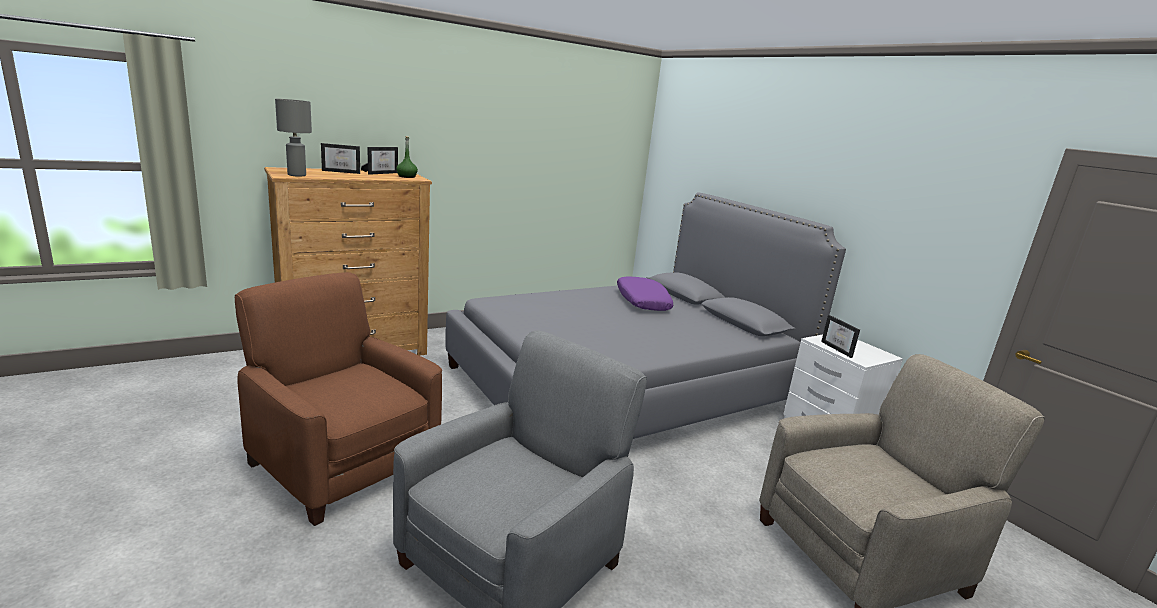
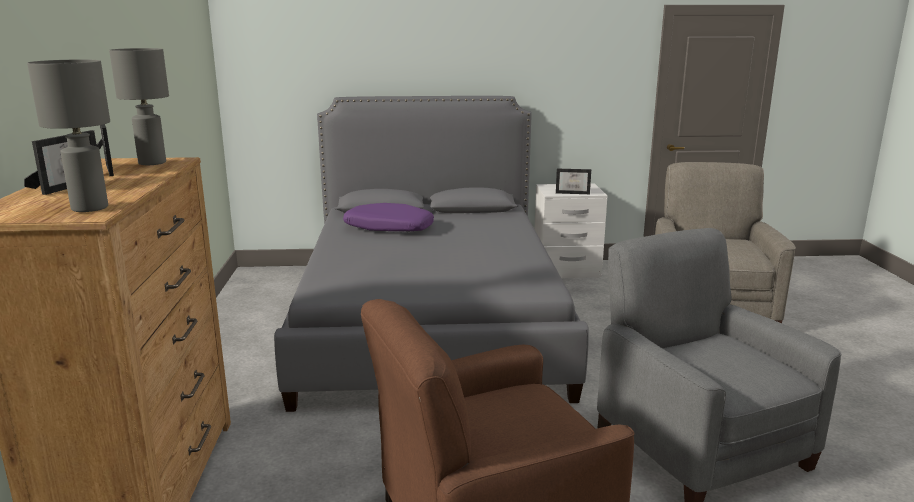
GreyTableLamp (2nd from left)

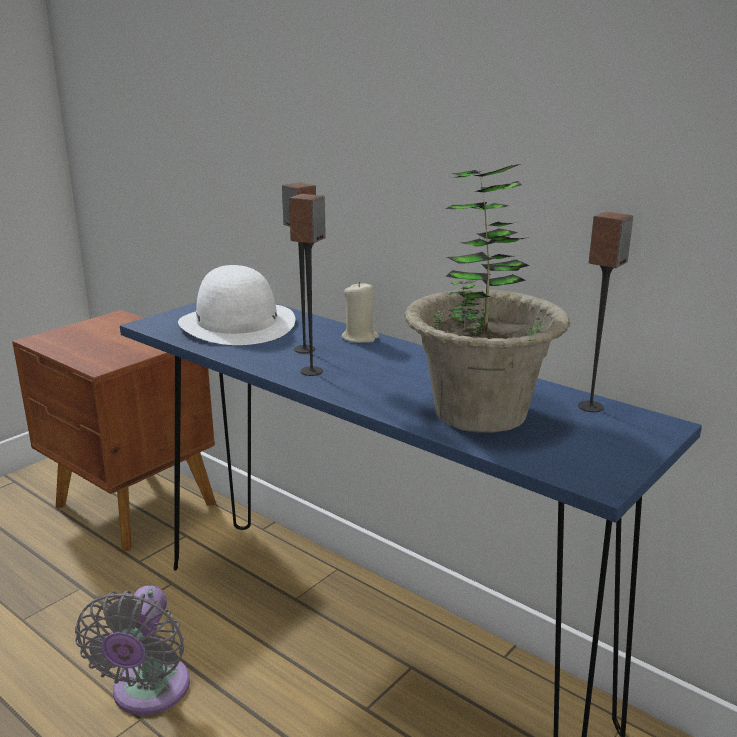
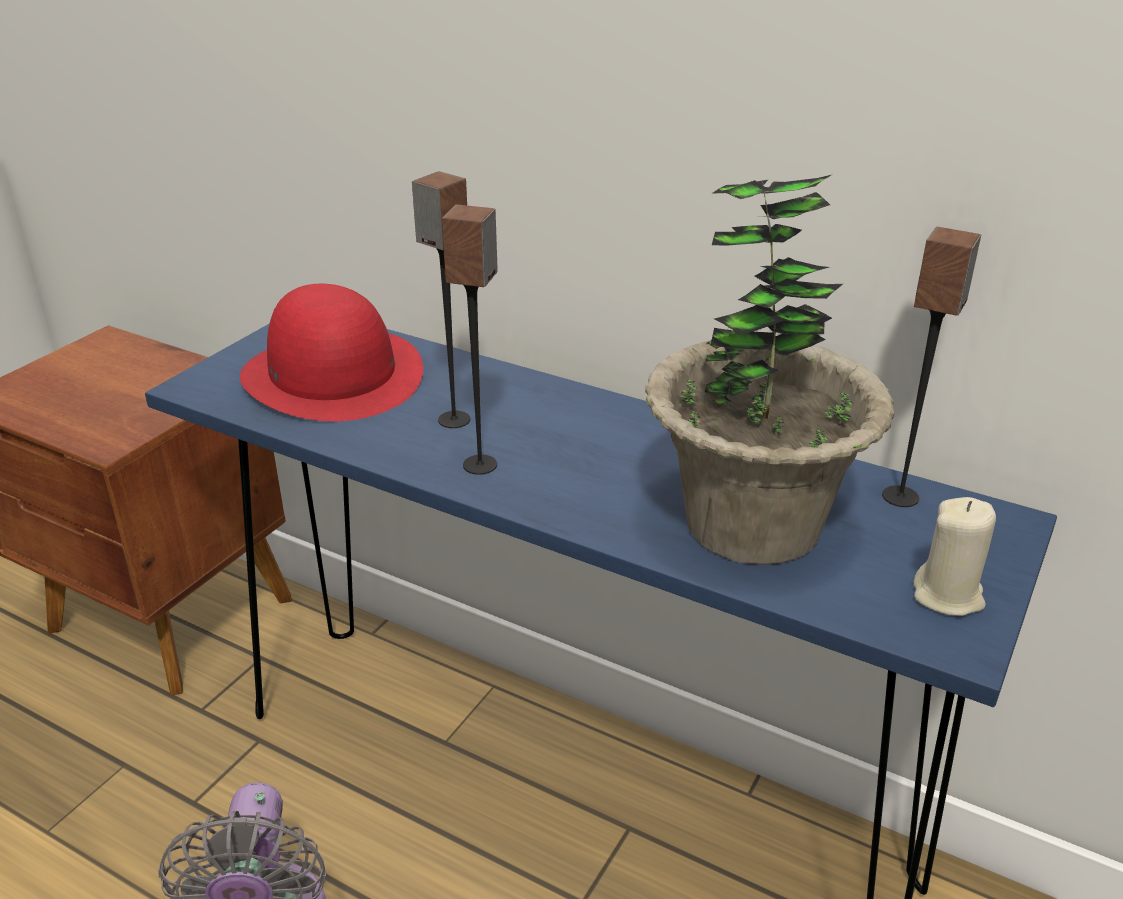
BeigeCandle
RedHat

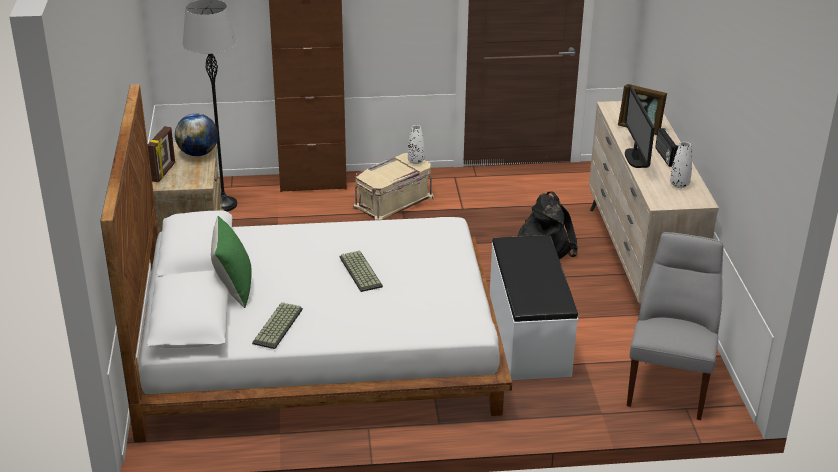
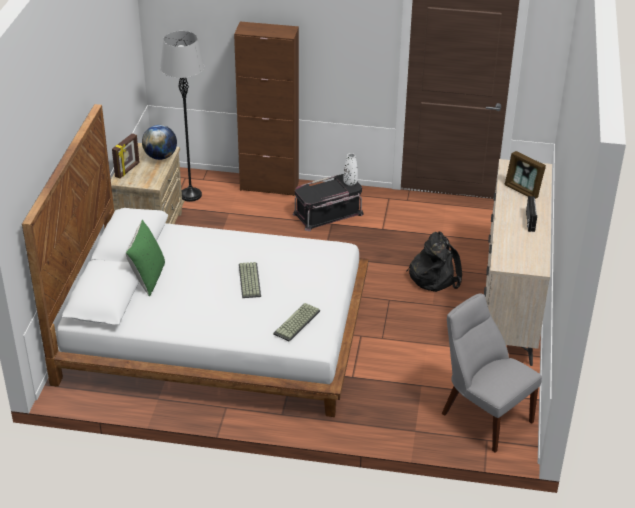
WhiteBench
Monitor
WhiteVase (2nd from left in the first image)
Keyboard (2nd from left)
BlackStorageBox
GreyChair

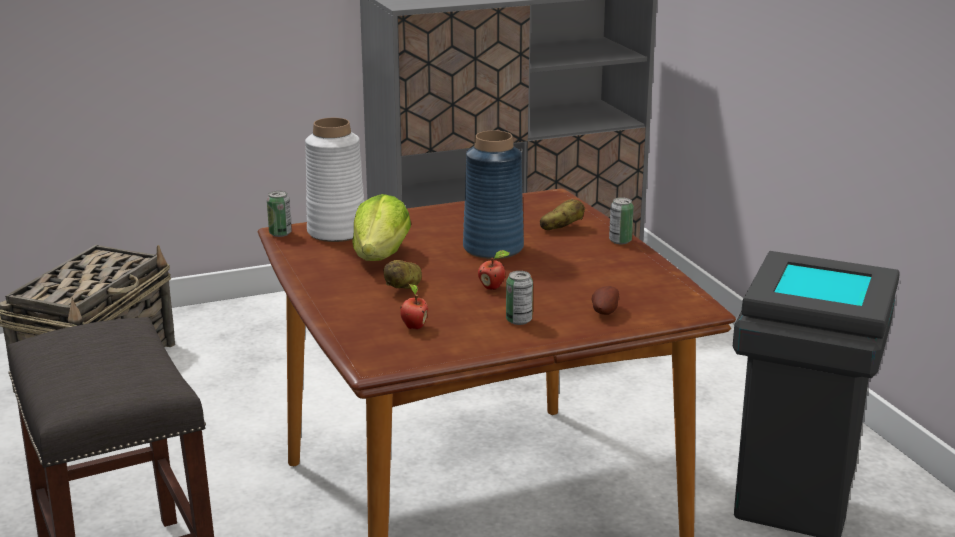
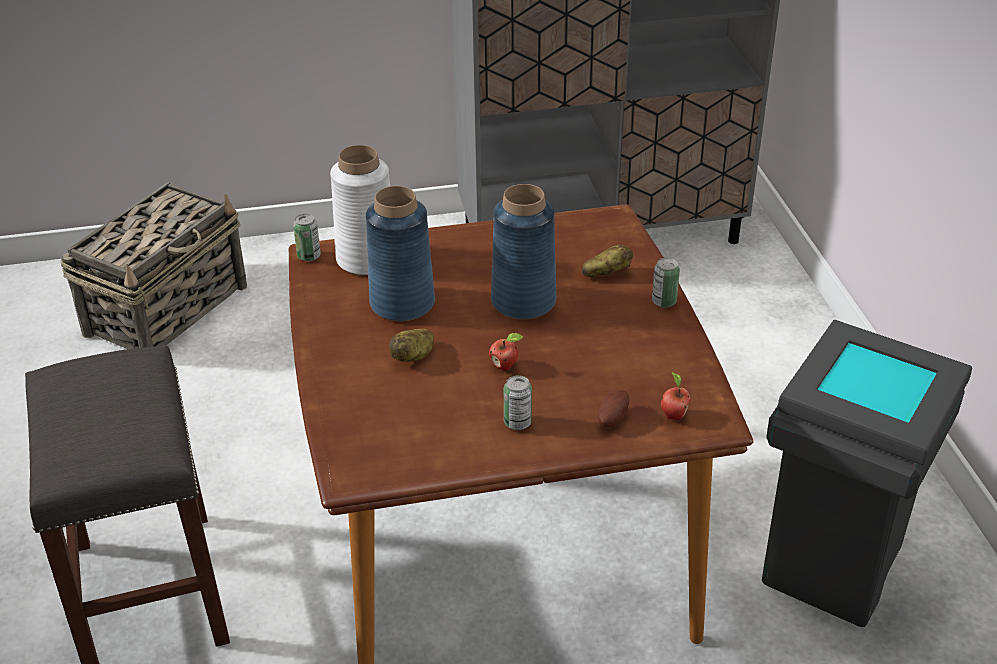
Apple (2nd from left)
BlueVase (1st from left)

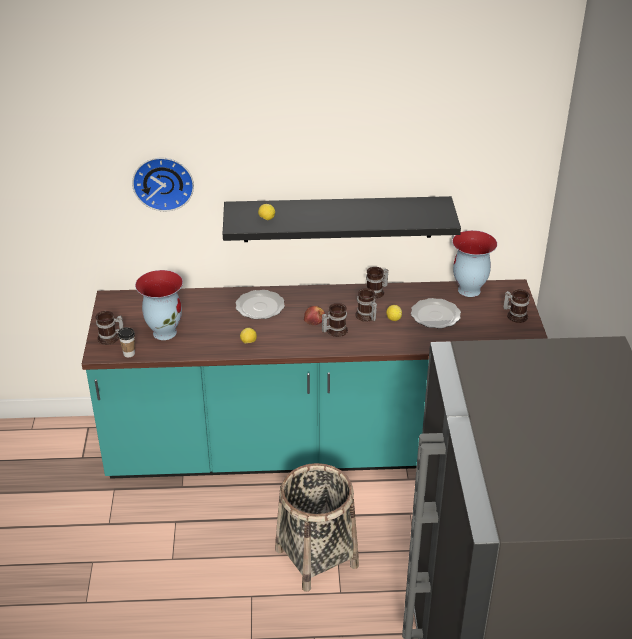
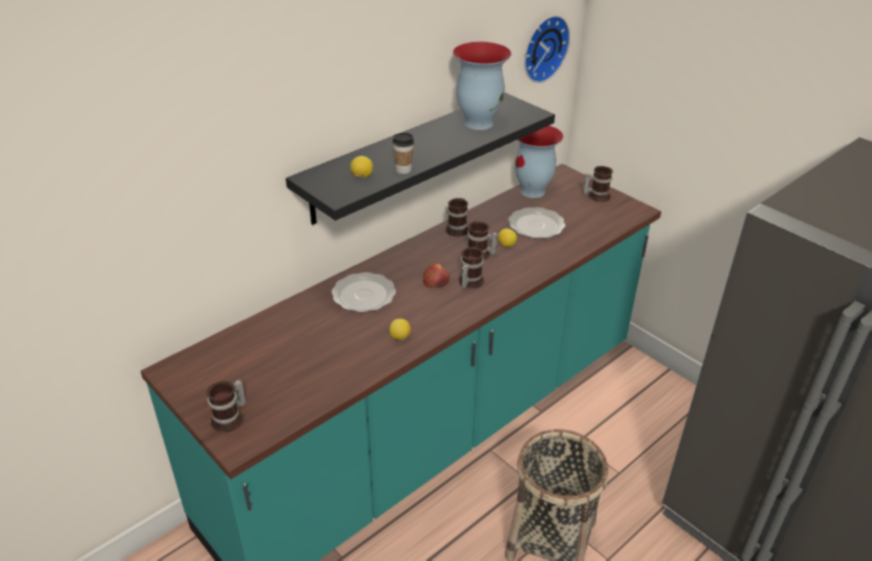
Cup
WallClock
Vase (1st from left)

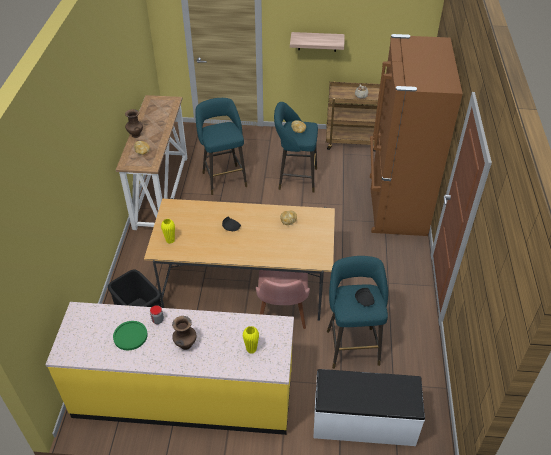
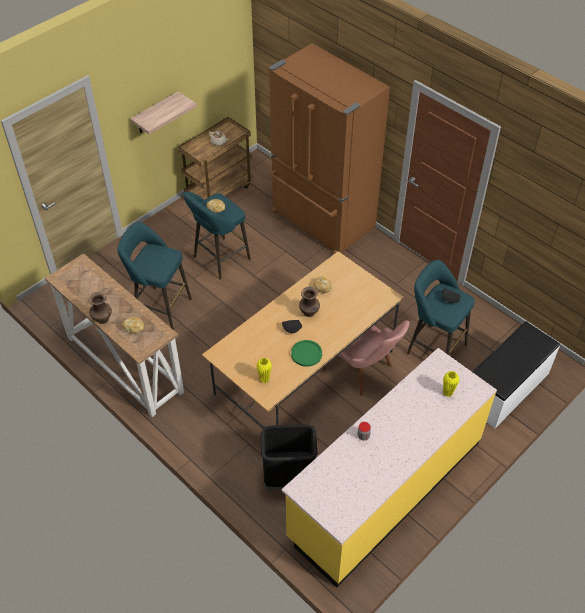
GreenPlate
BrownVase (2nd from left)

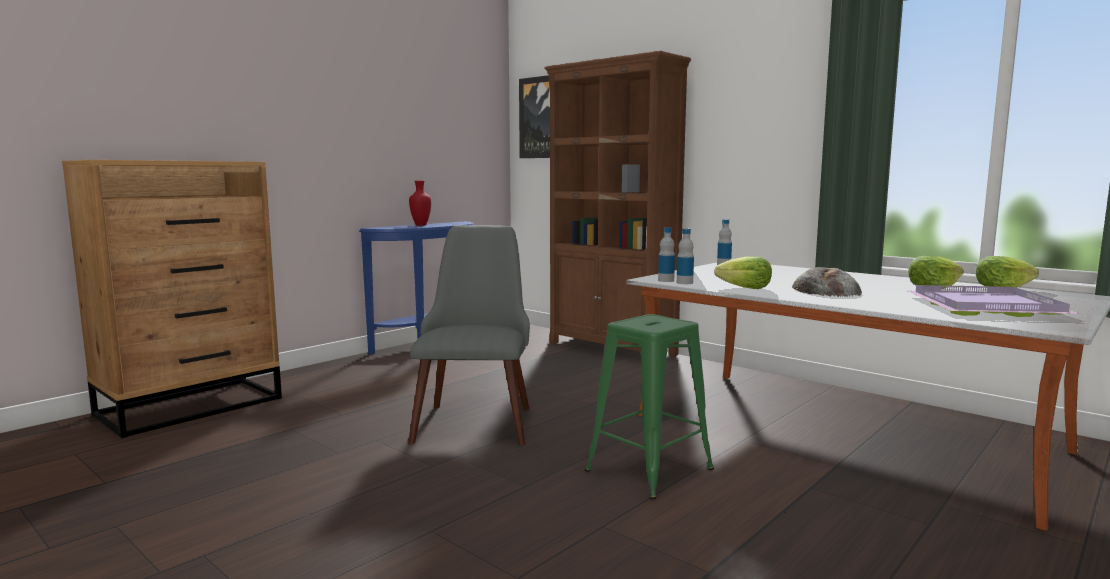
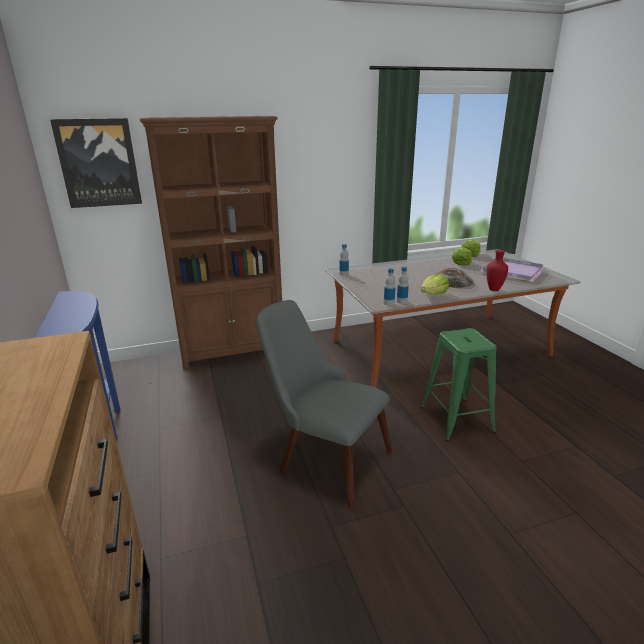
RedVase

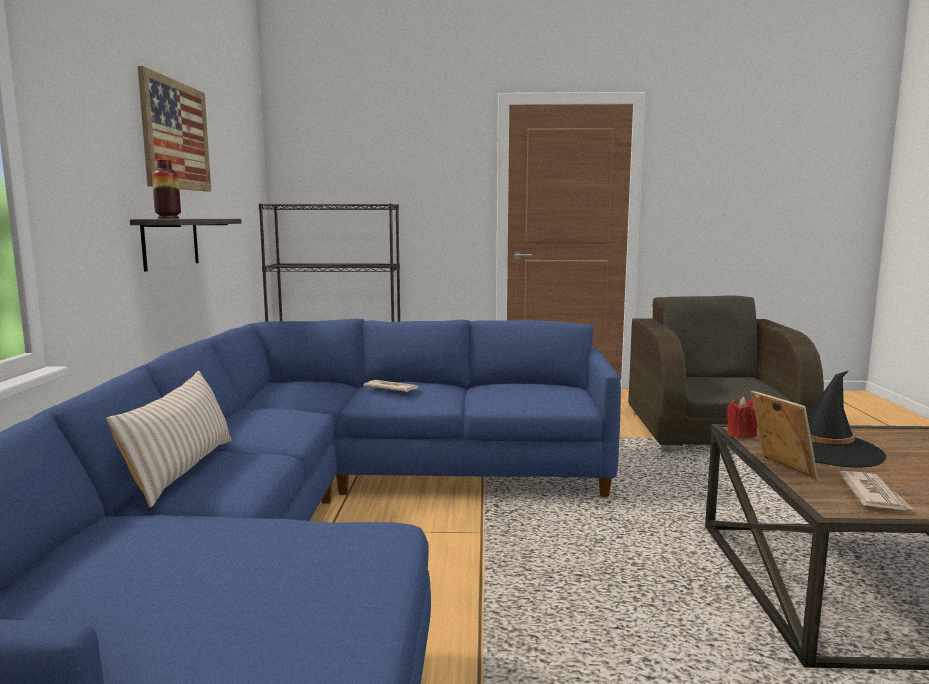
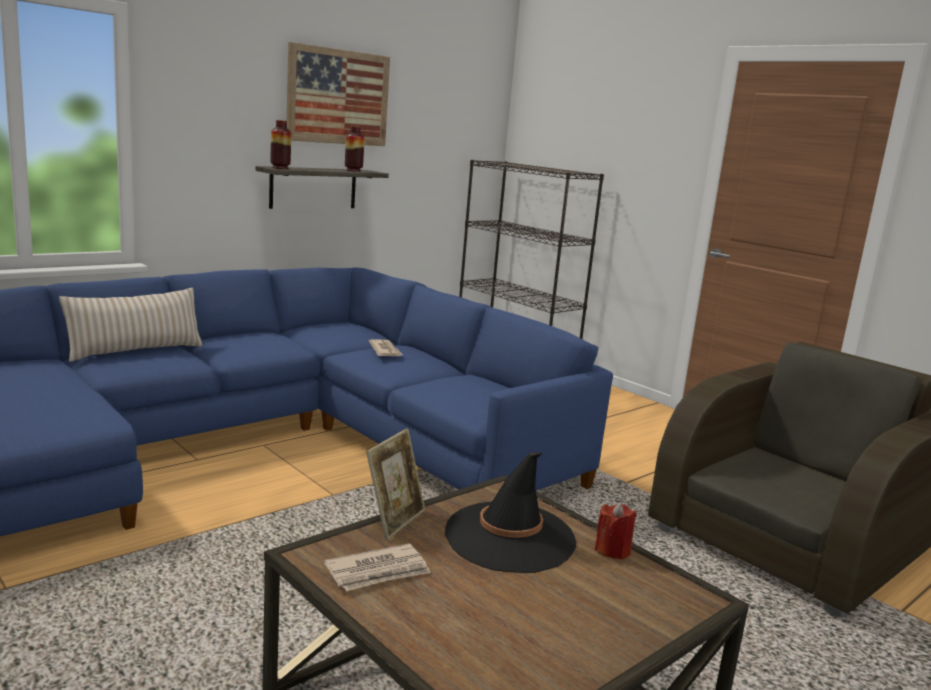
Vase (2nd from left)
RedCandle

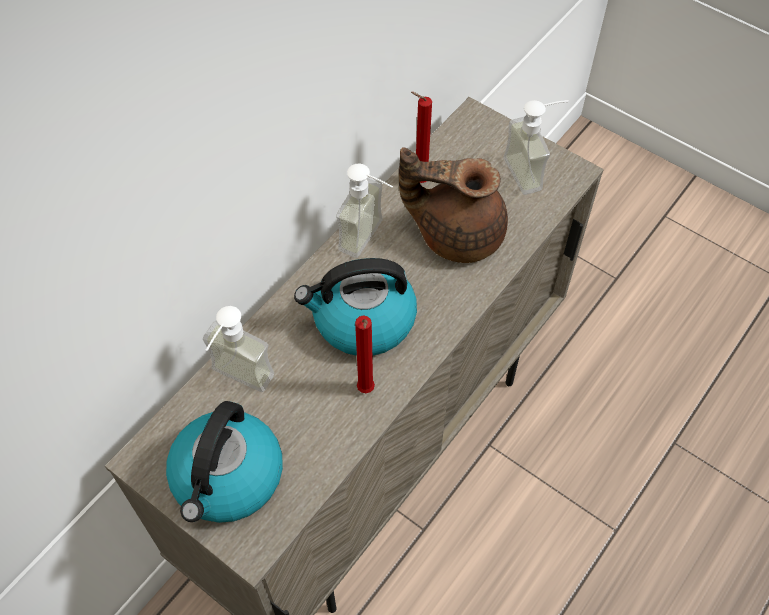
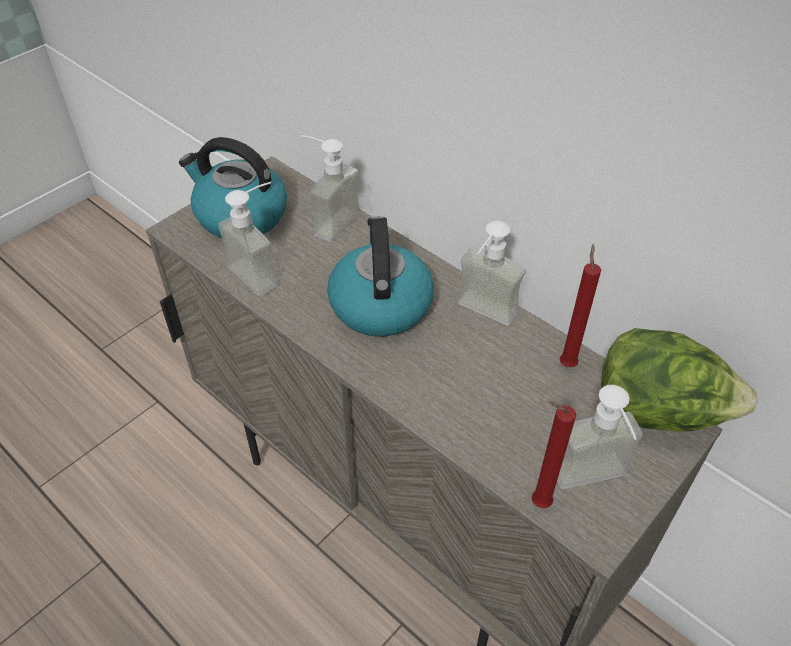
BrownTeapot
SoapDispenser (1st from left)
Lettuce
RedCandle (1st from left)

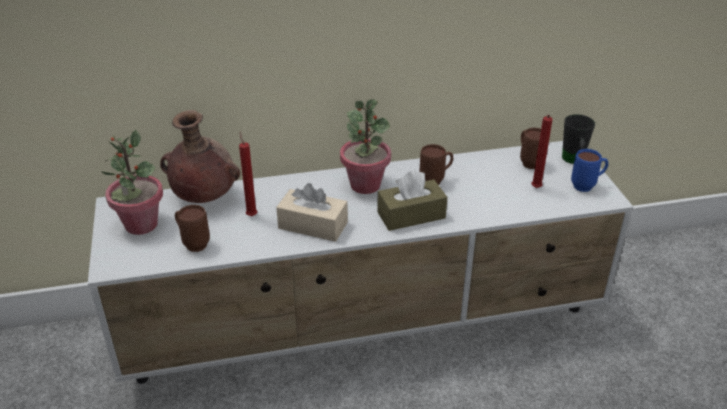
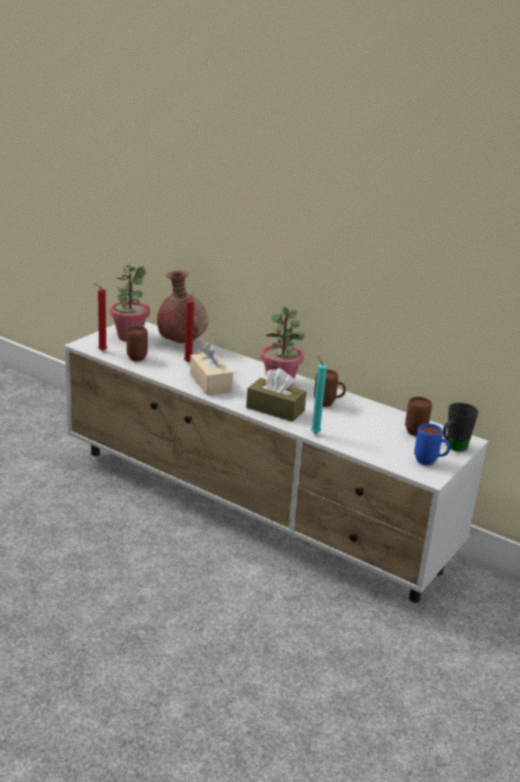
TurquoiseCandle
RedCandle (1st from left)

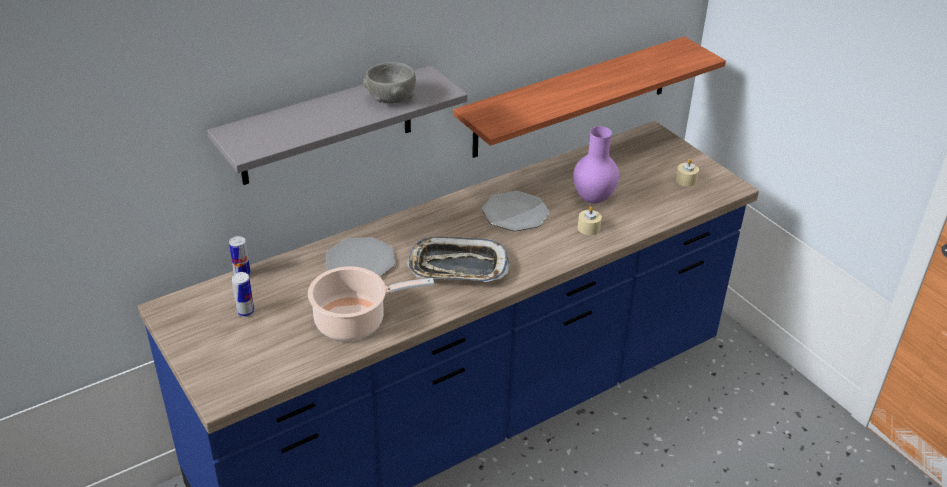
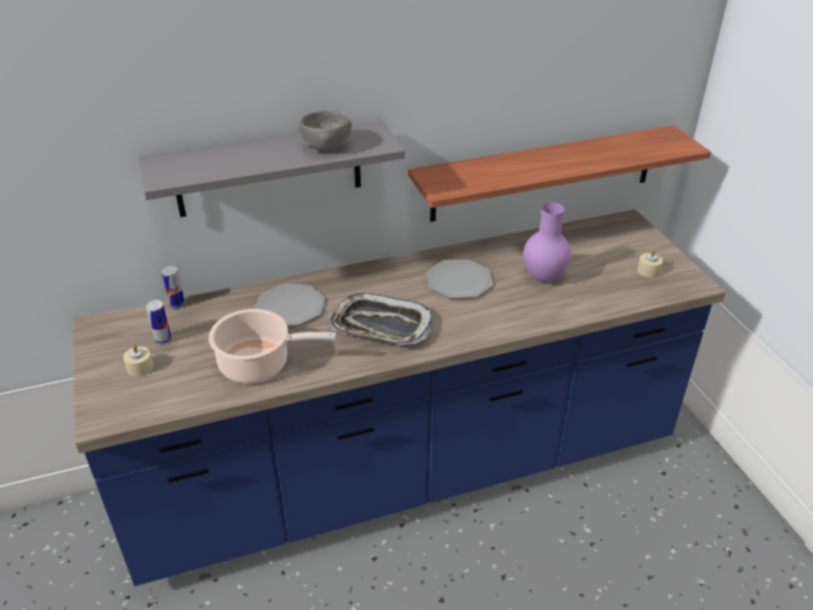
BeigeCandle (1st from left)

